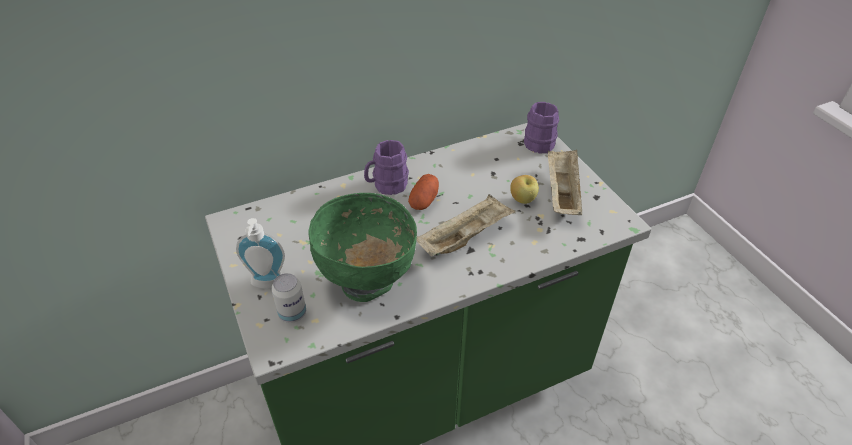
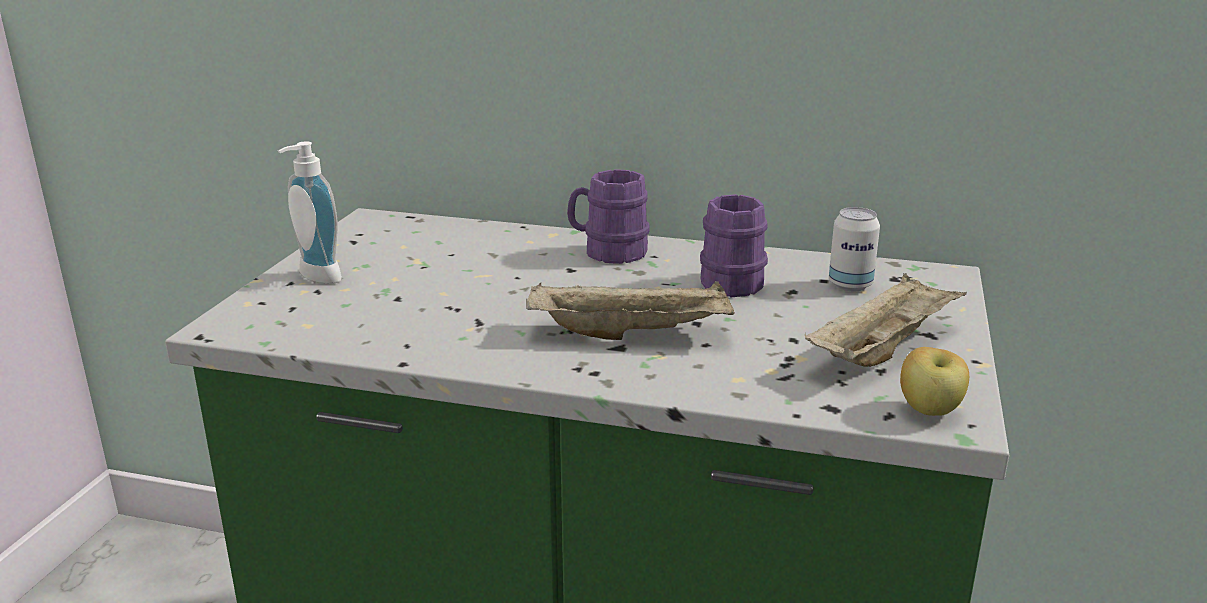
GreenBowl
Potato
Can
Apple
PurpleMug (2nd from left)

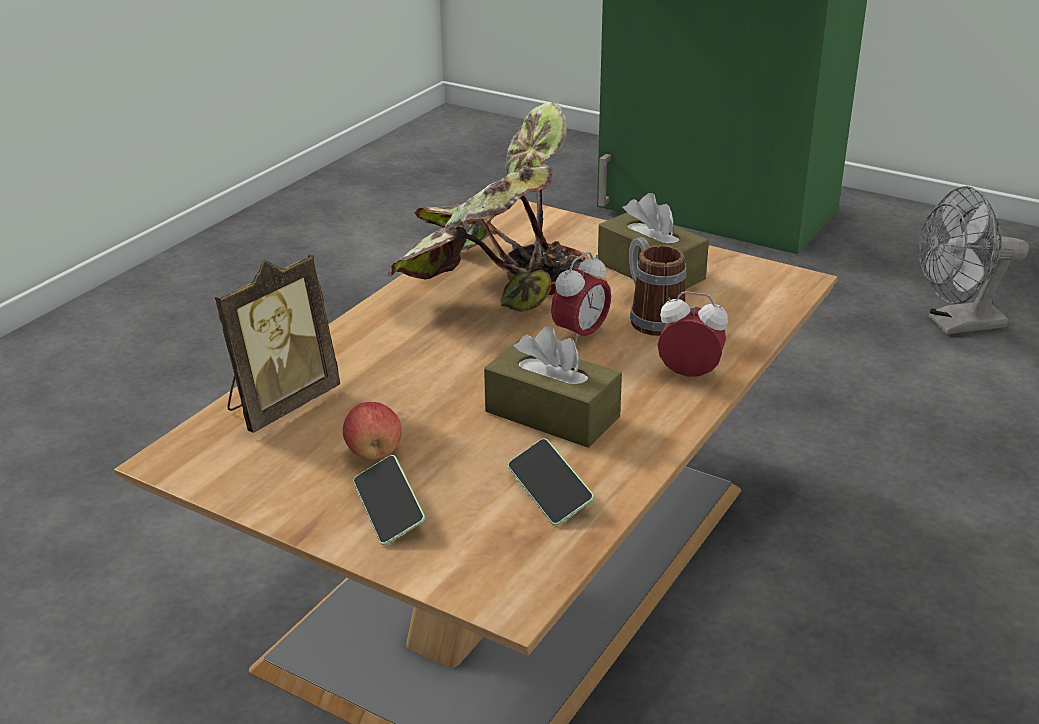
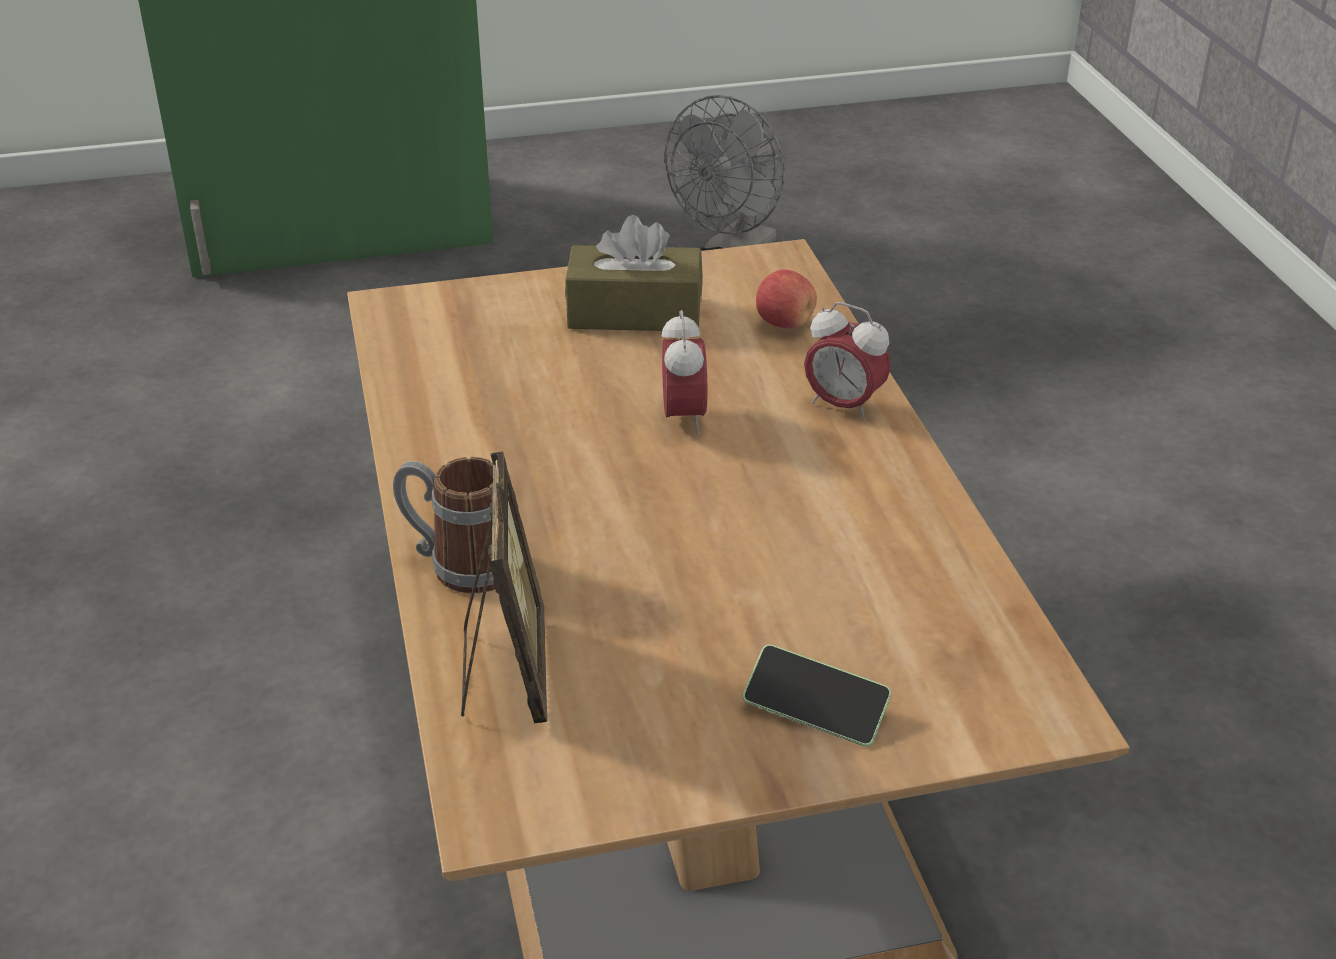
PottedPlant
BrownTissueBox (1st from left in the first image)
Phone (2nd from left in the first image)
Apple
Mug
AlarmClock (2nd from left)

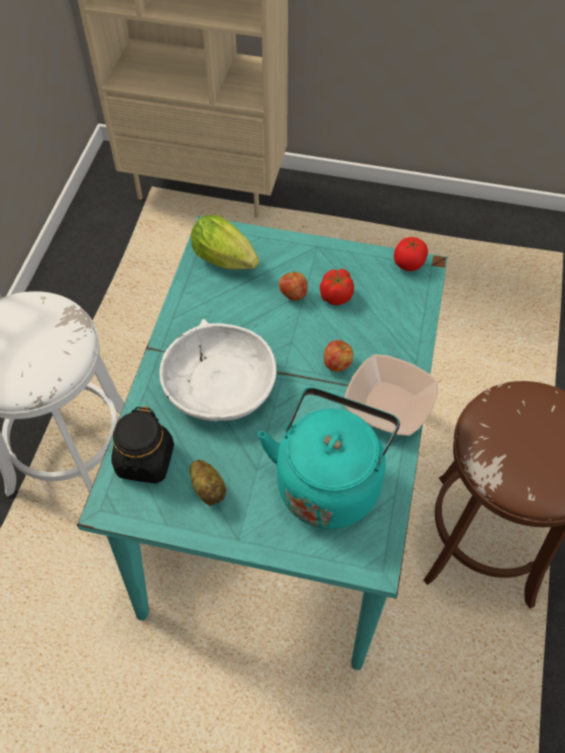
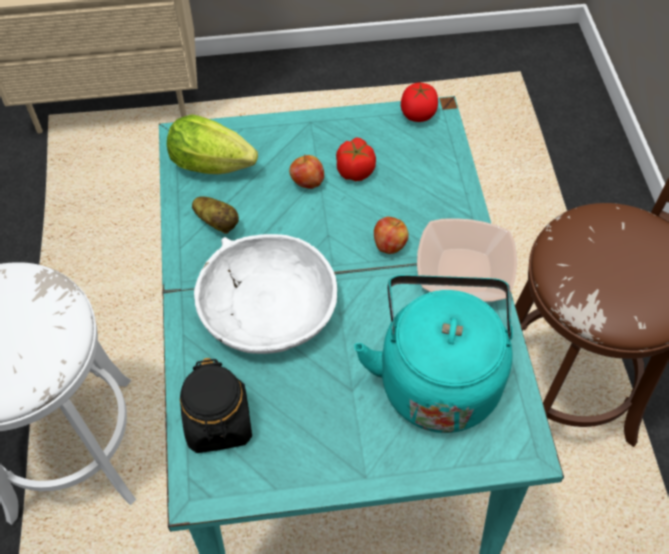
Potato

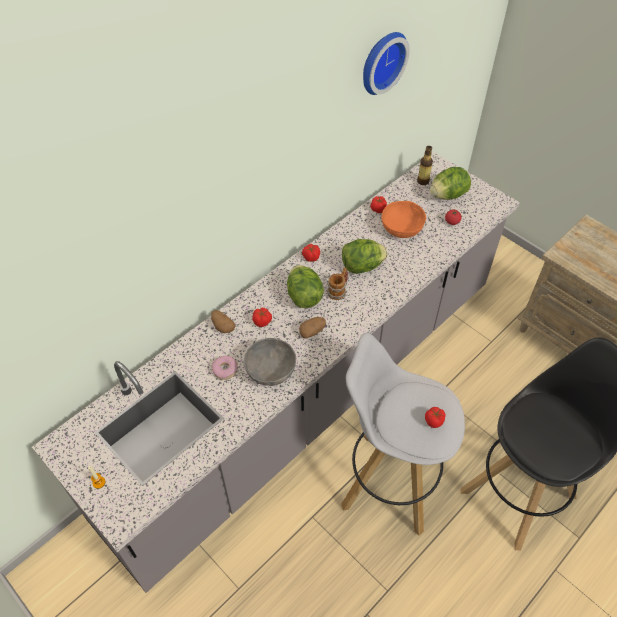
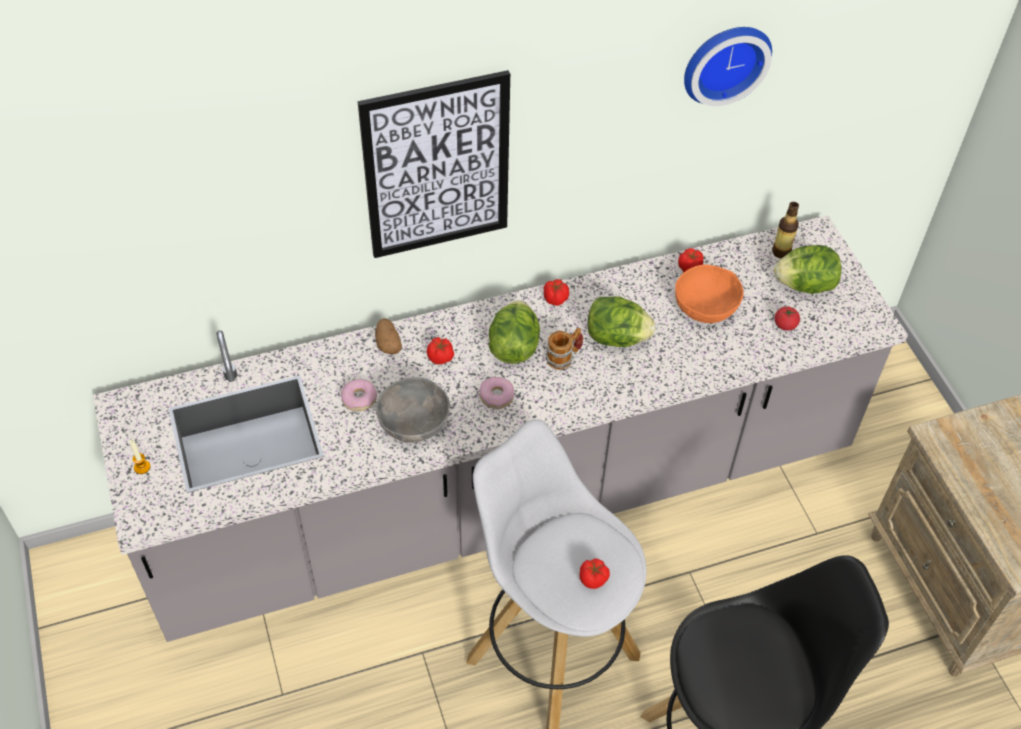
Picture
Donut (2nd from left)

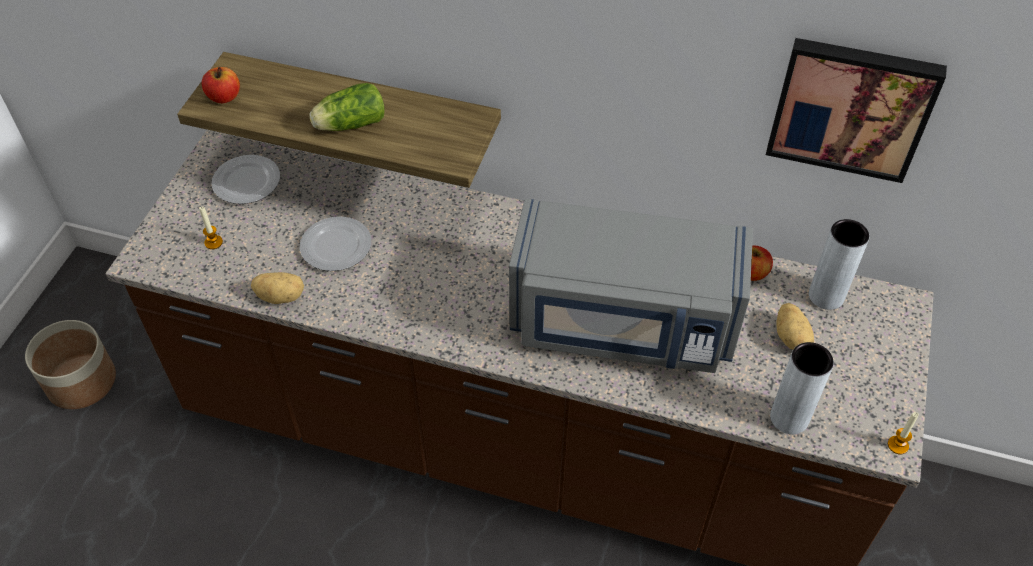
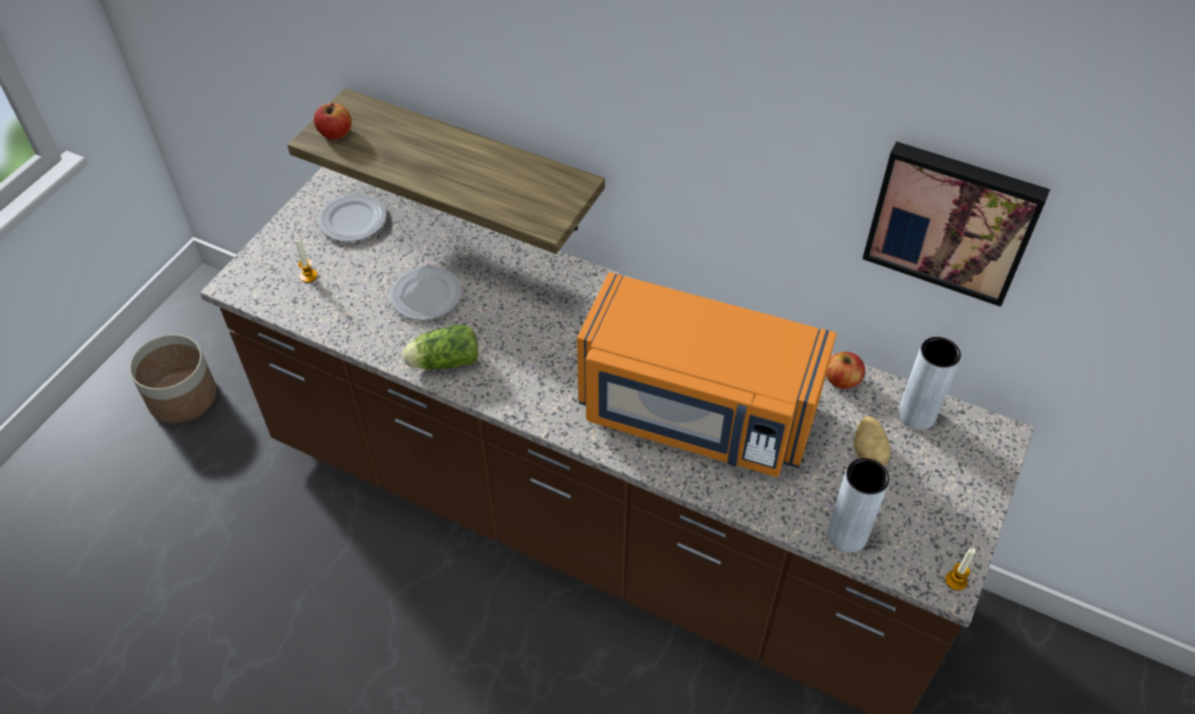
Potato (1st from left in the first image)
Lettuce
OrangeMicrowave

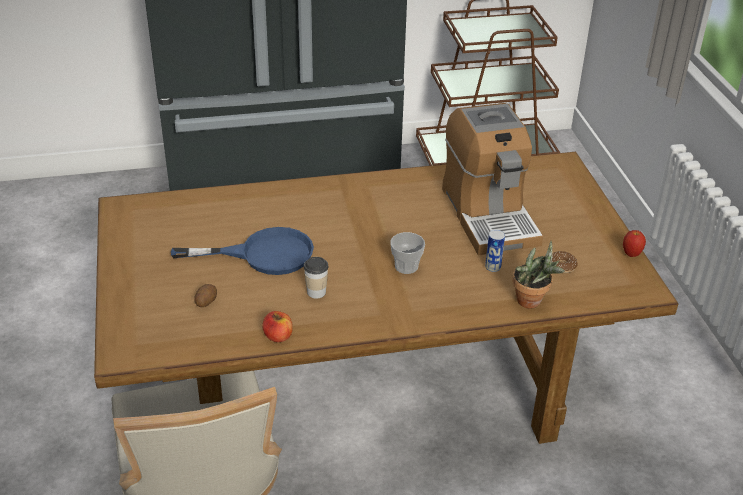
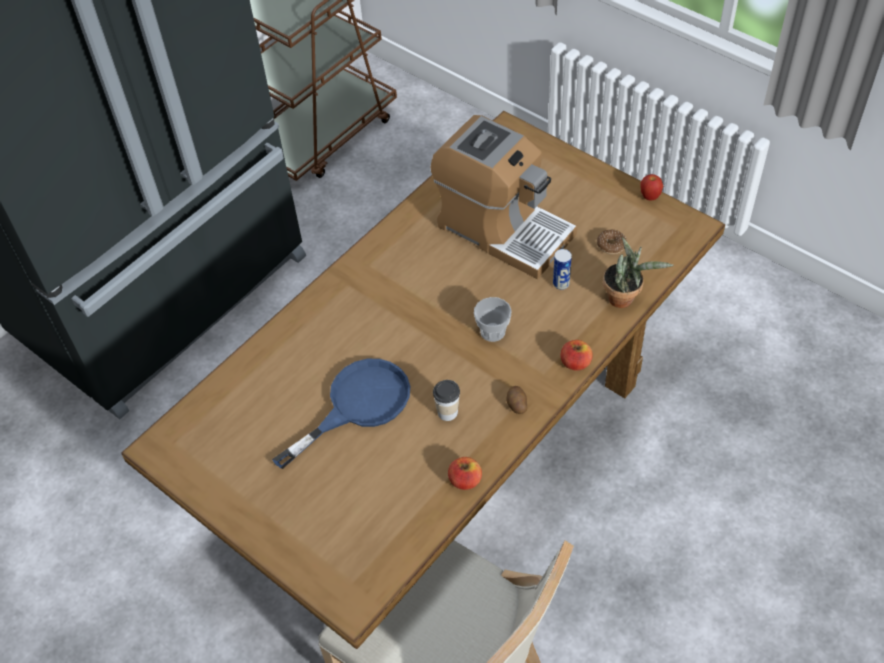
Apple (2nd from left)
Potato

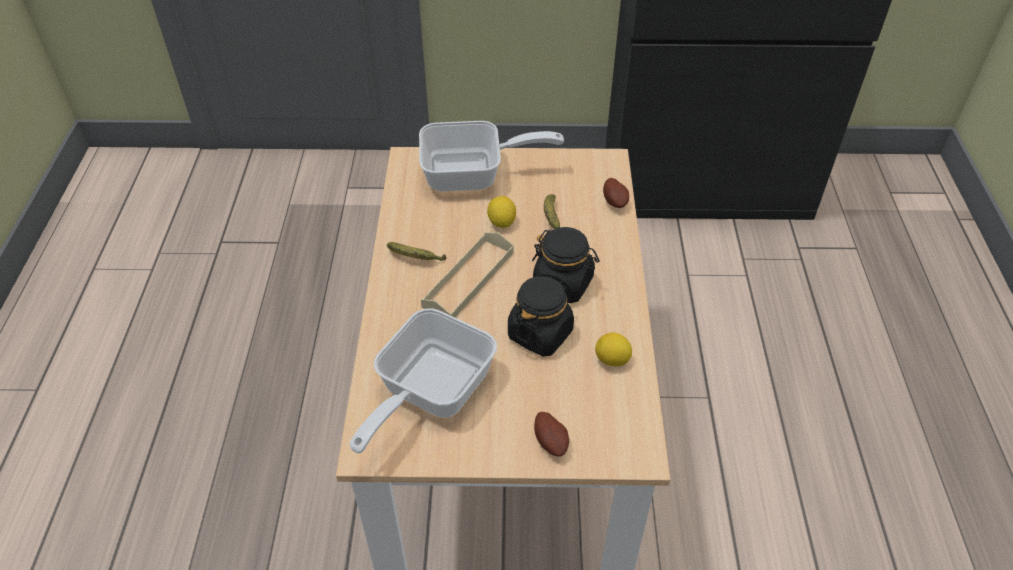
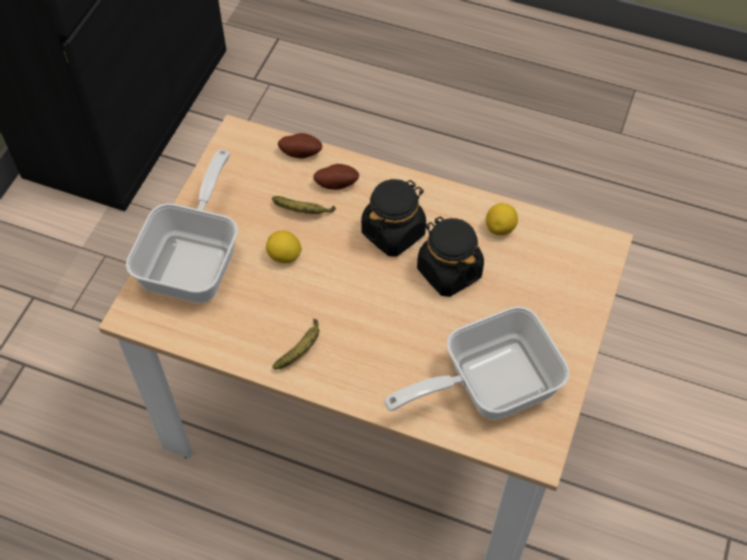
BeigeTray
Potato (2nd from left)
FryingPan (2nd from left)

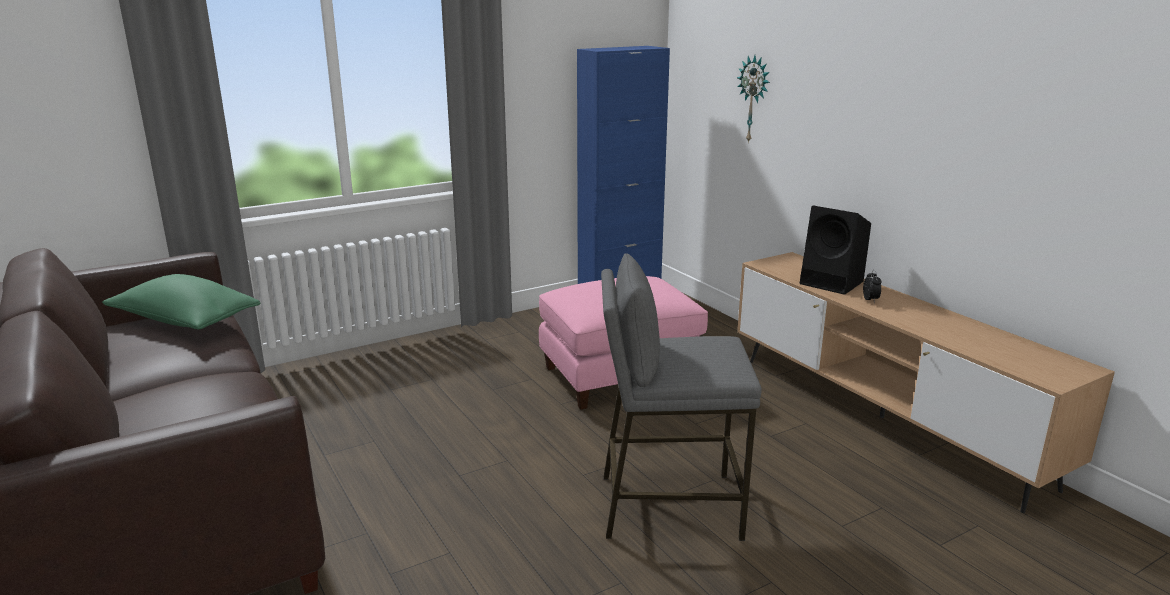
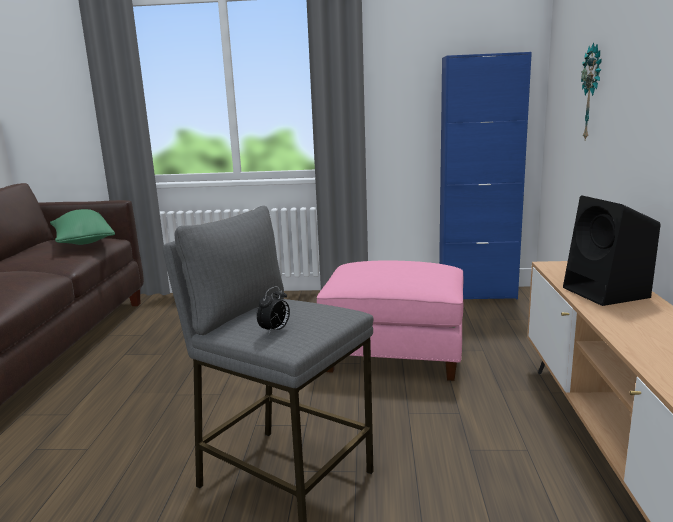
AlarmClock

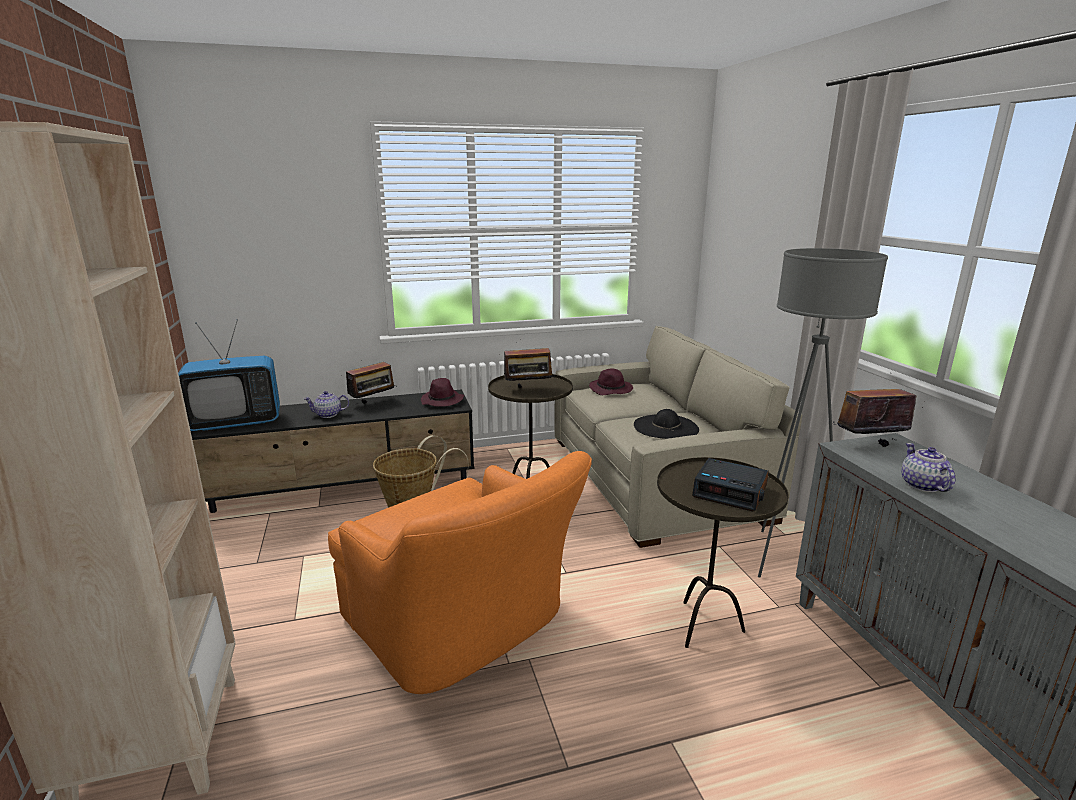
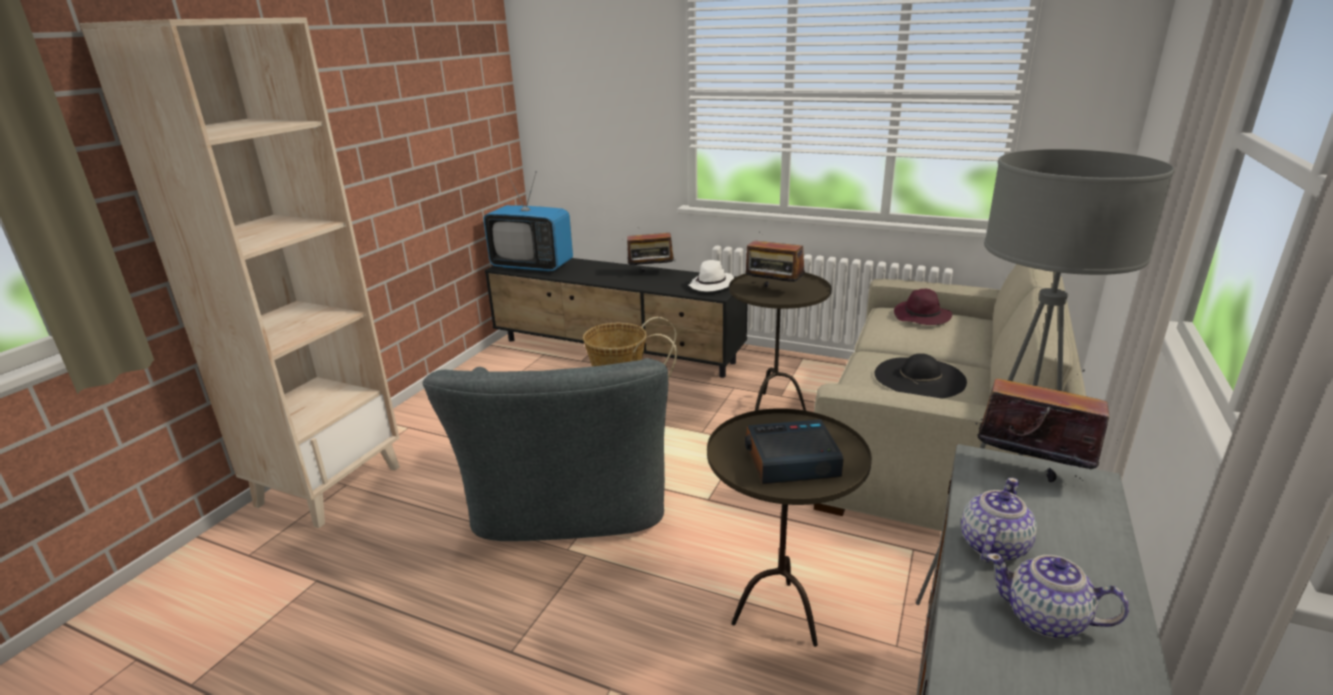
Teapot (2nd from left)
GreyArmchair
WhiteHat
AlarmClock

